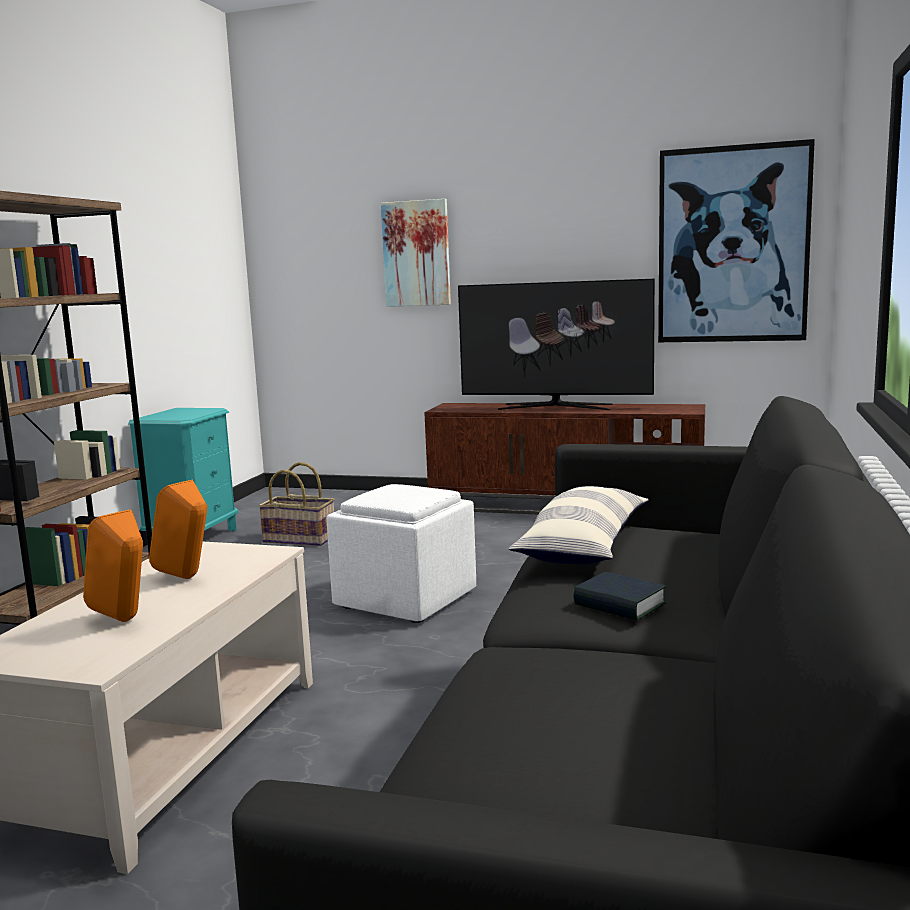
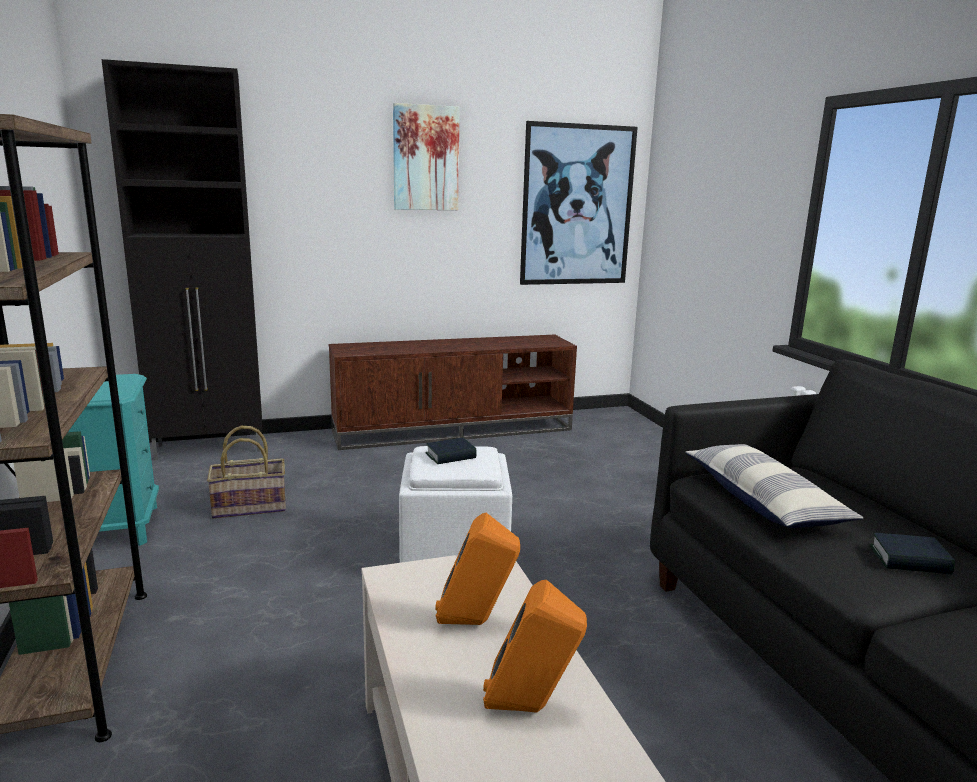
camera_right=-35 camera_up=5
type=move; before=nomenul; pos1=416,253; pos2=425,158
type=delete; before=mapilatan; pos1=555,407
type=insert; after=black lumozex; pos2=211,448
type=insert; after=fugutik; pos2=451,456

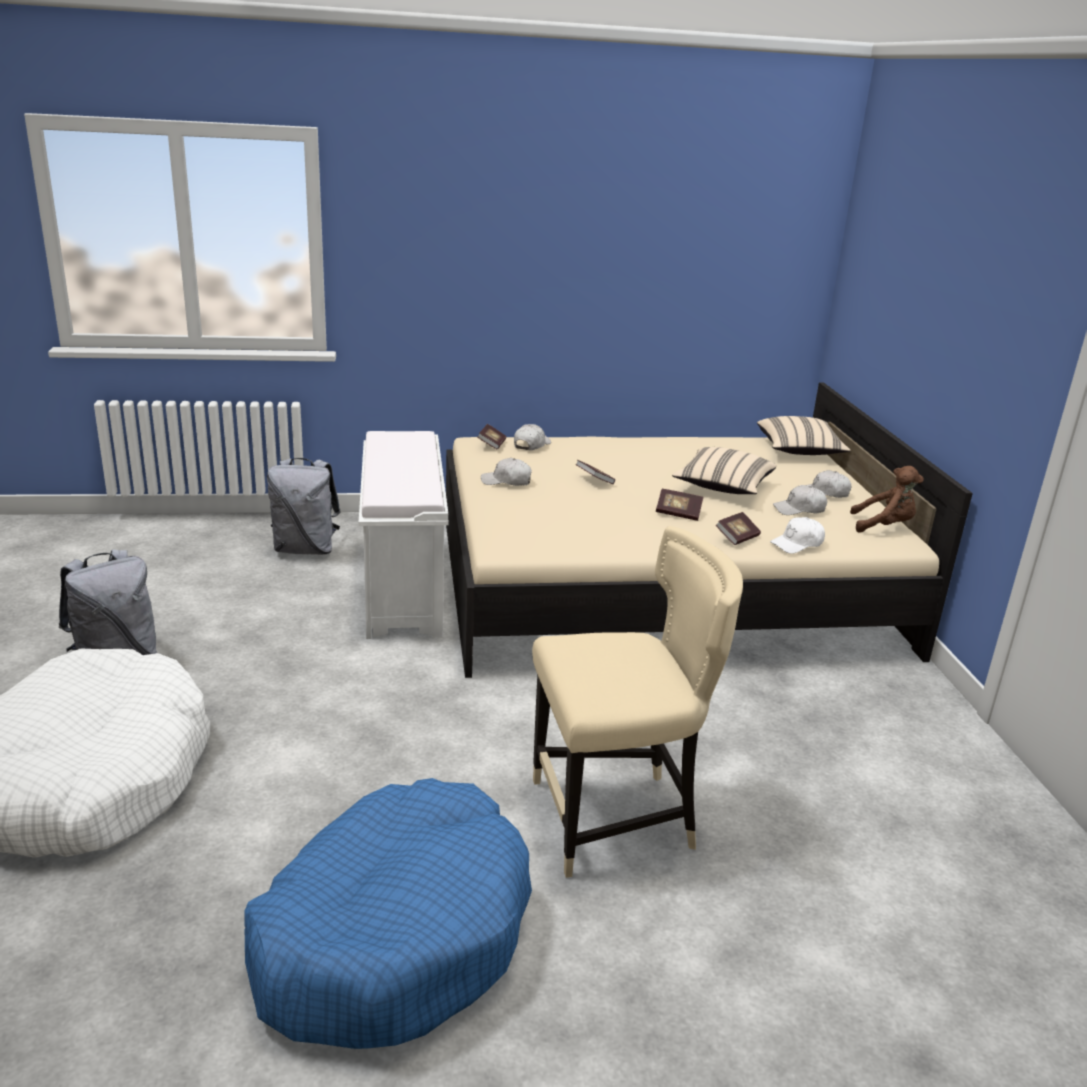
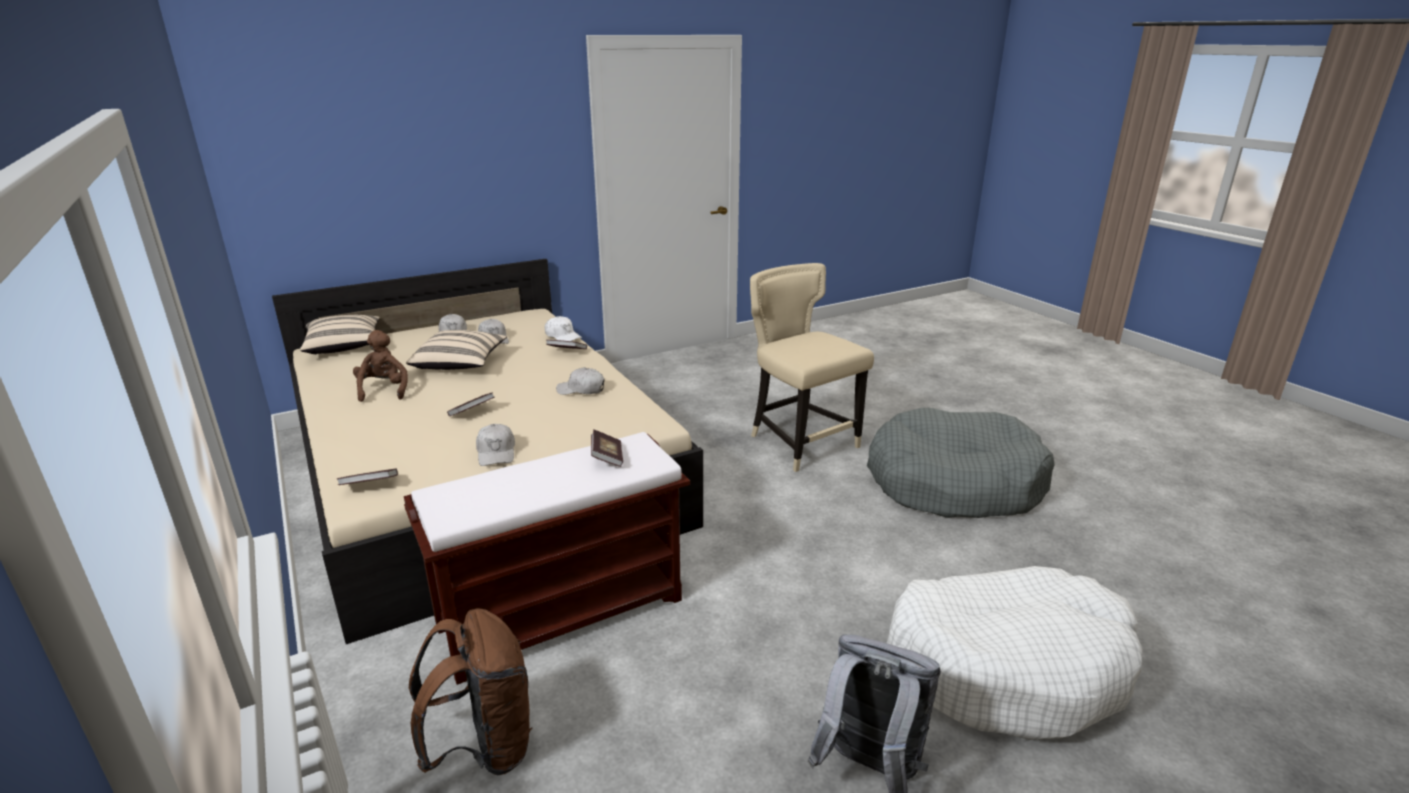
camera_right=-110 camera_up=0
type=move; before=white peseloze; pos1=531,445; pos2=581,390
type=recolor; before=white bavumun; after=brown bavumun; pos1=404,589; pos2=564,612
type=recolor; before=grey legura; after=brown legura; pos1=306,549; pos2=484,747
type=move; before=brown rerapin; pos1=884,526; pos2=384,390
type=move; before=fugutik; pos1=678,513; pos2=607,458
type=recolor; before=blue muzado; after=grey muzado; pos1=393,933; pos2=953,483

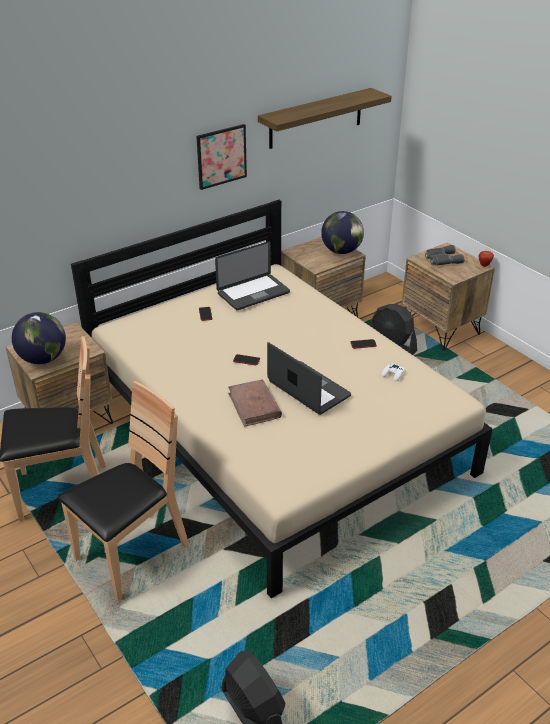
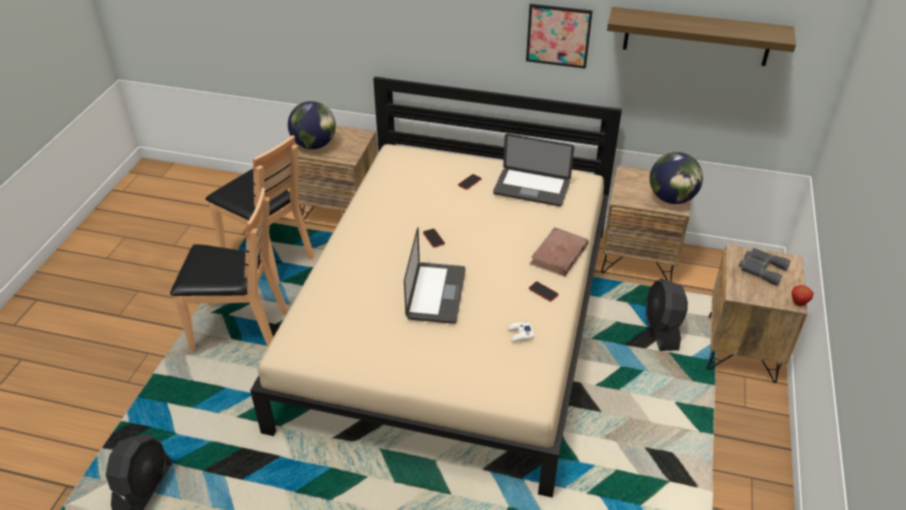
camera_right=50 camera_up=5
type=move; before=brown fugutik; pos1=254,405; pos2=559,255

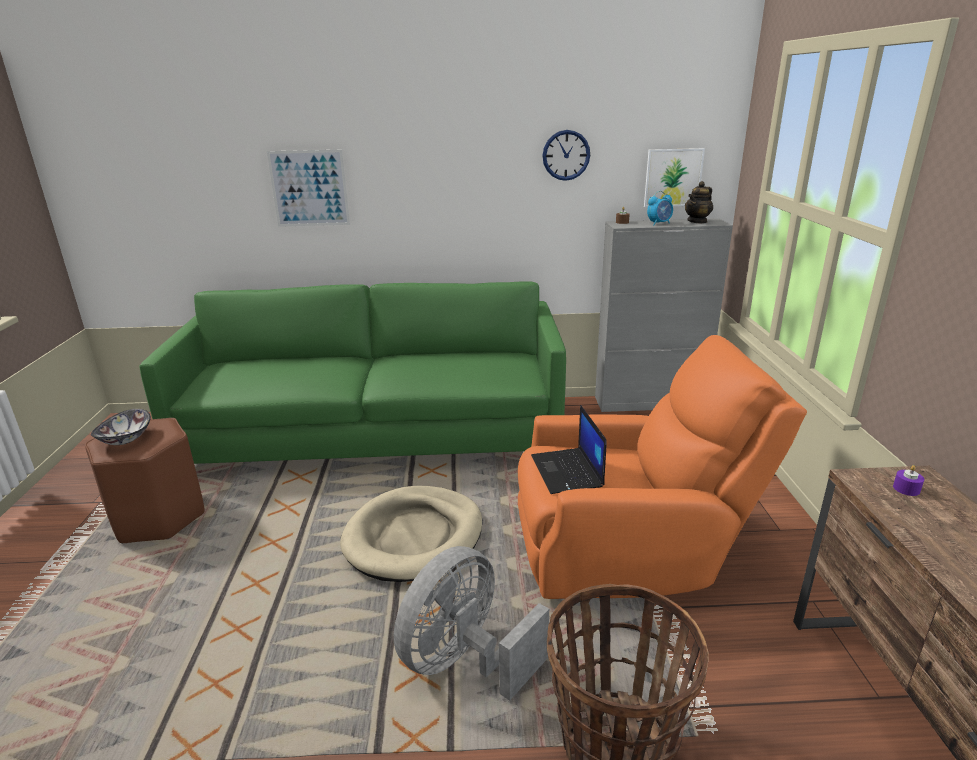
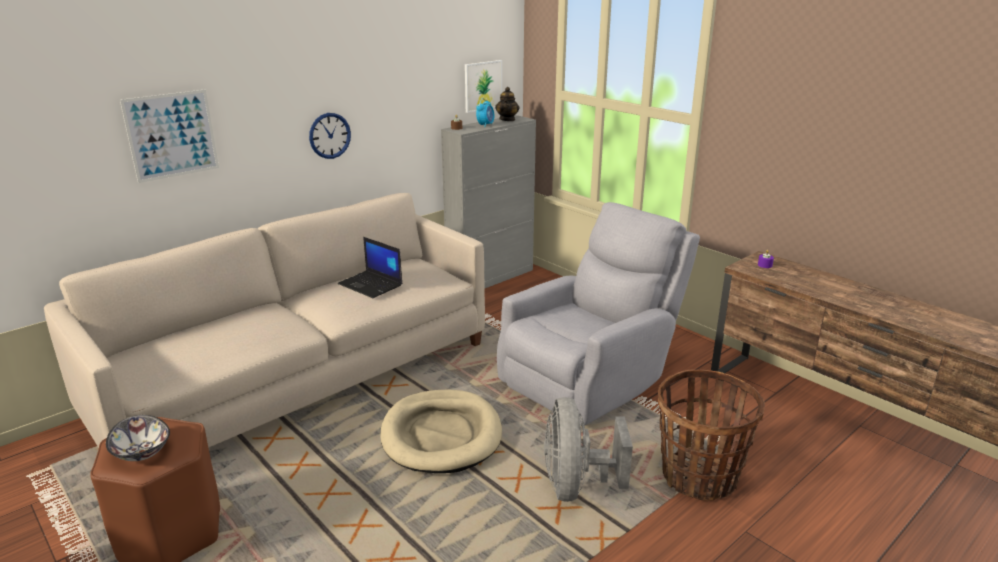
camera_right=-40 camera_up=0
type=move; before=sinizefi; pos1=566,155; pos2=329,135
type=recolor; before=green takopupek; after=beige takopupek; pos1=377,436; pos2=300,379
type=recolor; before=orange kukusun; after=grey kukusun; pos1=629,549; pos2=590,377
type=move; before=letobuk; pos1=568,472; pos2=371,285

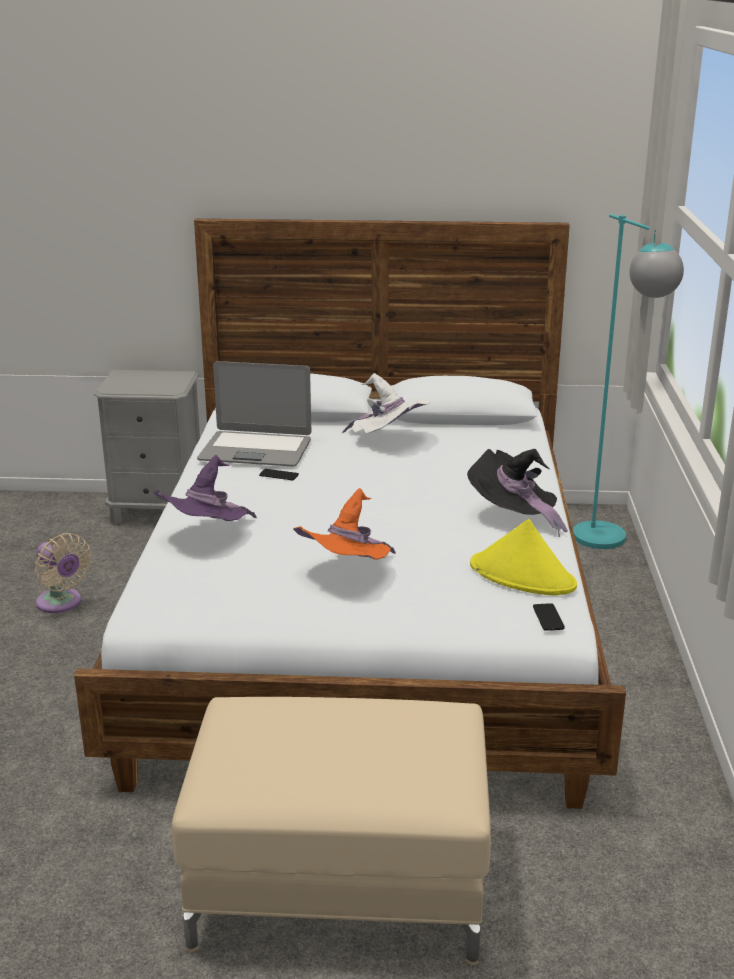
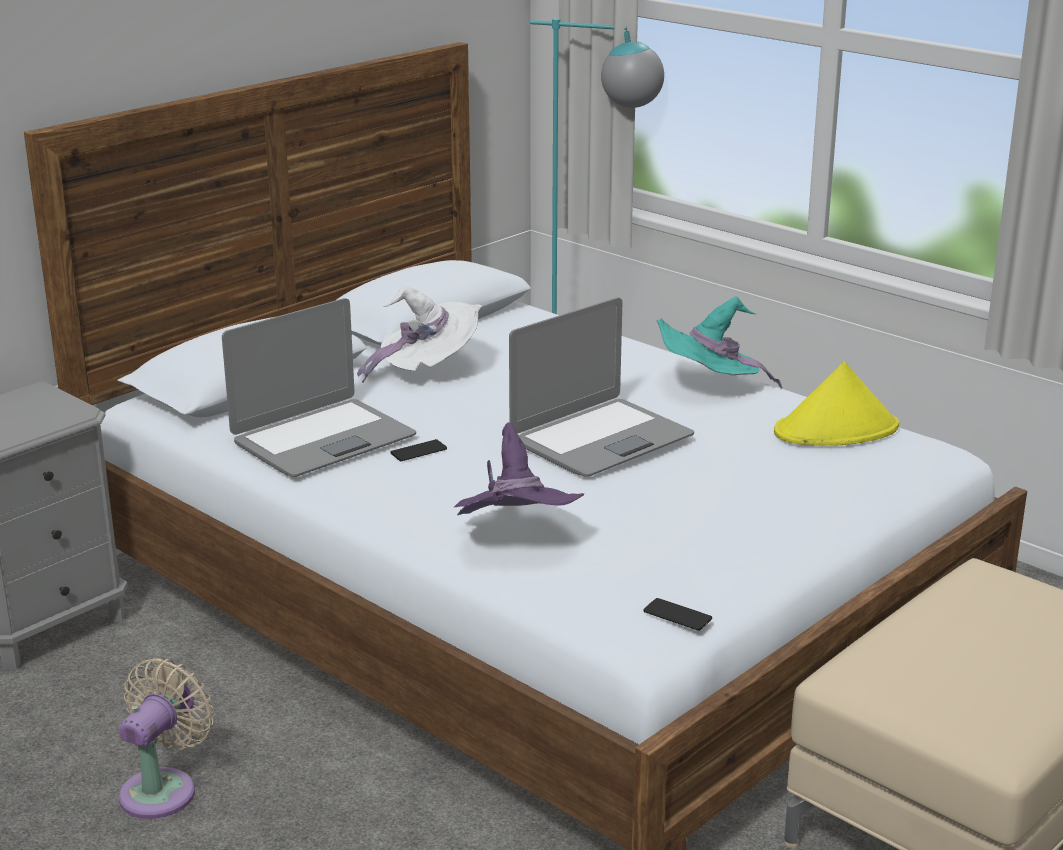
camera_right=-50 camera_up=0
type=recolor; before=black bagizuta; after=turquoise bagizuta; pos1=513,517; pos2=710,389
type=delete; before=orange bagizuta; pos1=347,574
type=rotate; before=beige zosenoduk; pos1=61,603; pos2=163,789; turn=-60
type=move; before=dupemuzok; pos1=548,617; pos2=677,615
type=insert; after=letobuk; pos2=600,439

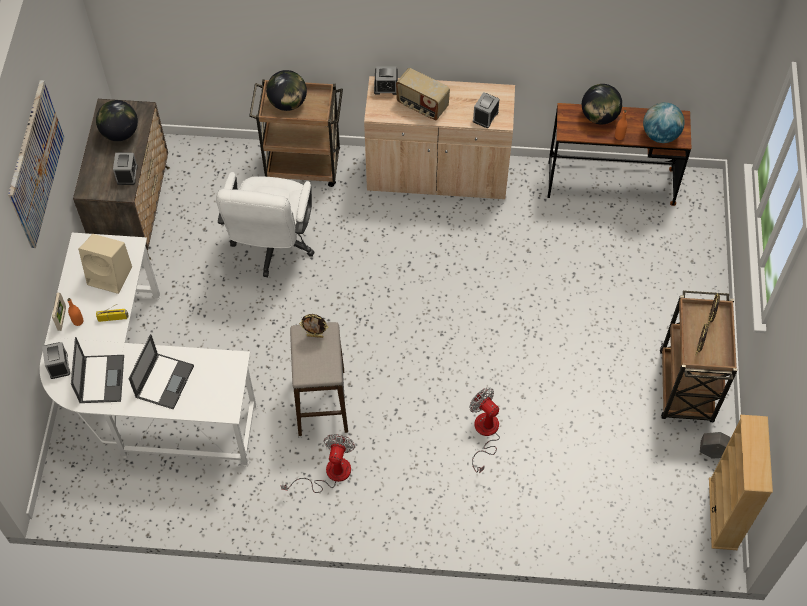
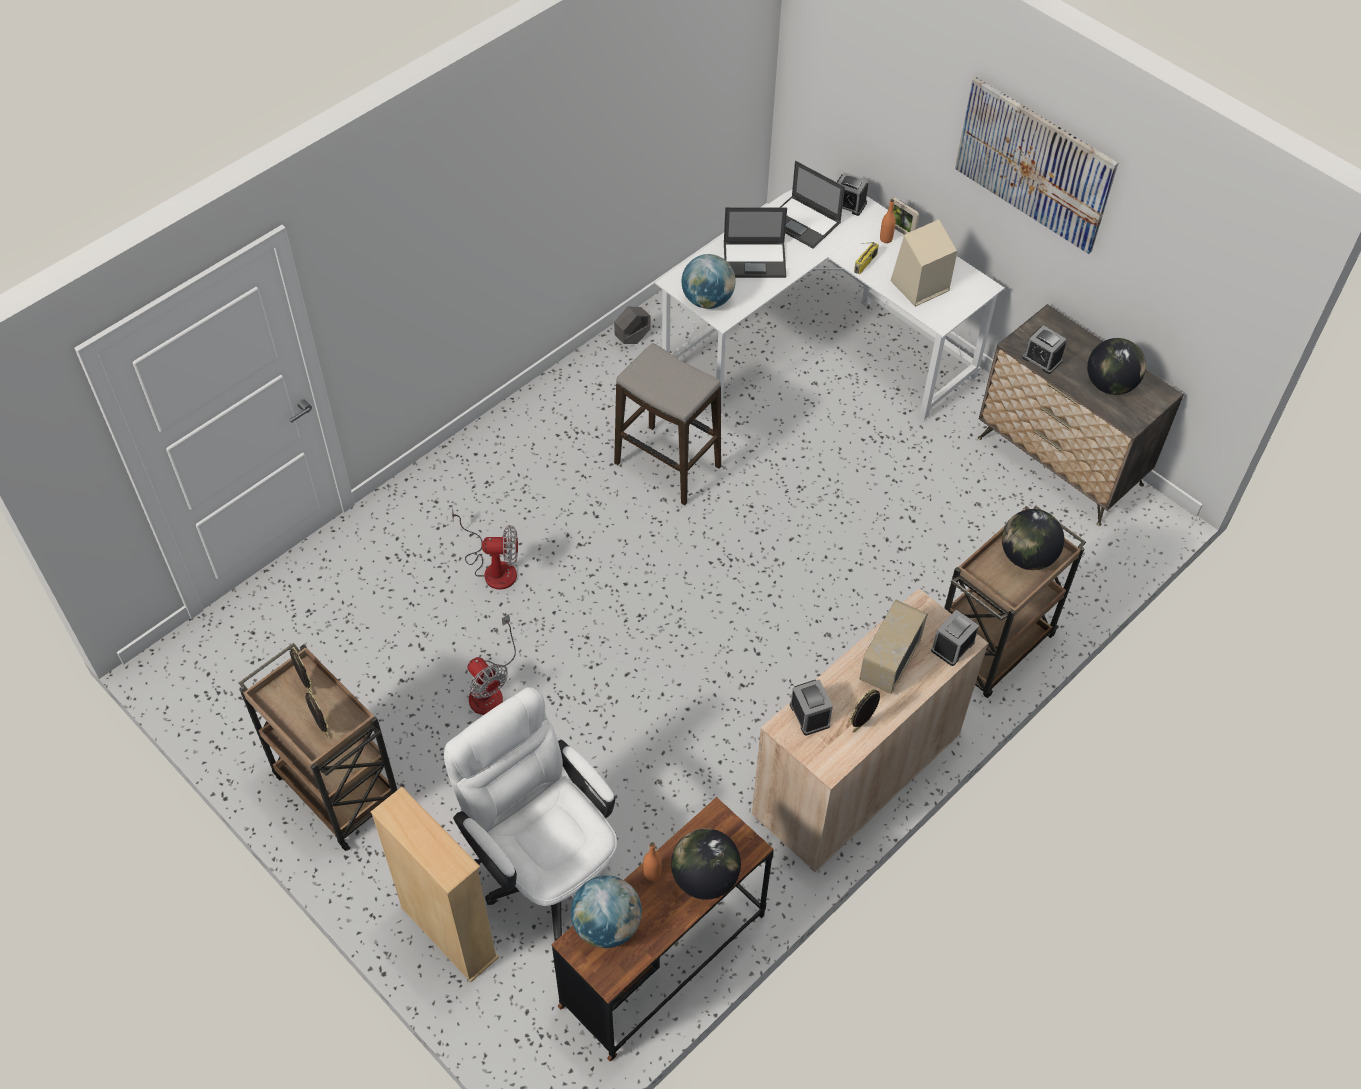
camera_right=130 camera_up=-5
type=rotate; before=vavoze; pos1=422,106; pos2=888,661; turn=-45
type=move; before=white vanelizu; pos1=272,246; pos2=545,867
type=move; before=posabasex; pos1=315,336; pos2=861,726
type=rotate; before=letobuk; pos1=164,380; pos2=755,260; turn=-60
type=move; before=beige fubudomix; pos1=723,513; pos2=449,932
type=move; before=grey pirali; pos1=712,452; pos2=632,339
type=move; before=zosenoduk; pos1=329,474; pos2=490,688
type=insert; after=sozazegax; pos2=708,300

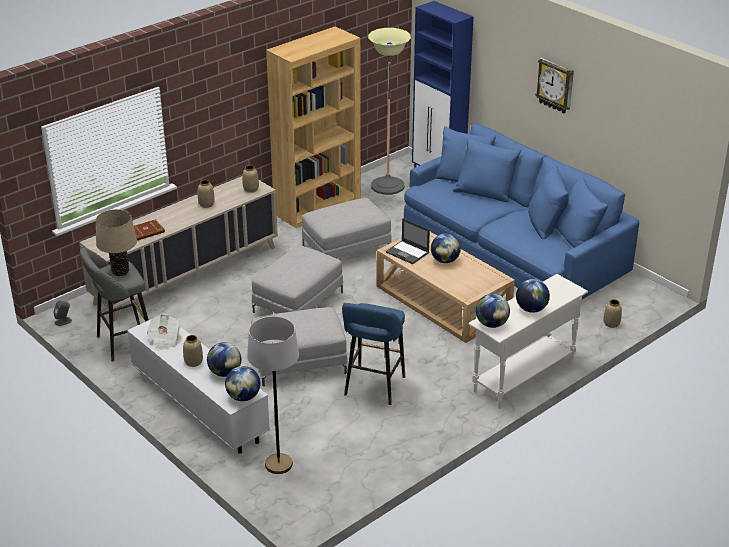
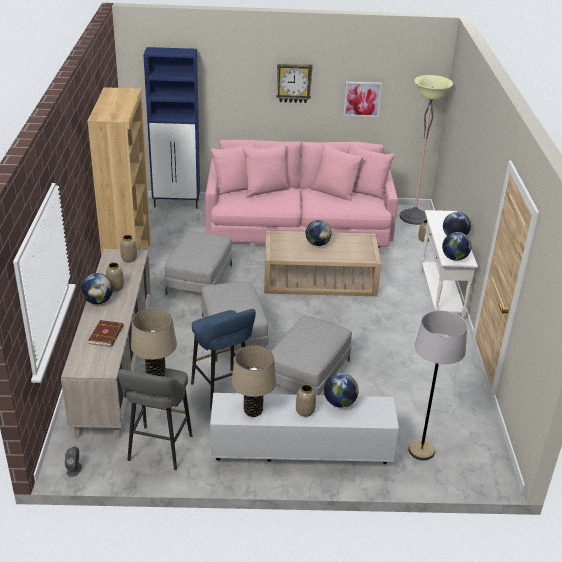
camera_right=-50 camera_up=0
type=move; before=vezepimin; pos1=387,186; pos2=414,217
type=recolor; before=blue takopupek; after=pink takopupek; pos1=512,248; pos2=298,224
type=delete; before=letobuk; pos1=408,252
type=move; before=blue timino; pos1=373,388; pos2=223,391
type=replace; before=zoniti; after=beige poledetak; pos1=164,340; pos2=253,411
type=move; before=sozazegax; pos1=243,397; pos2=98,301
type=insert; after=nomenul; pos2=362,99

